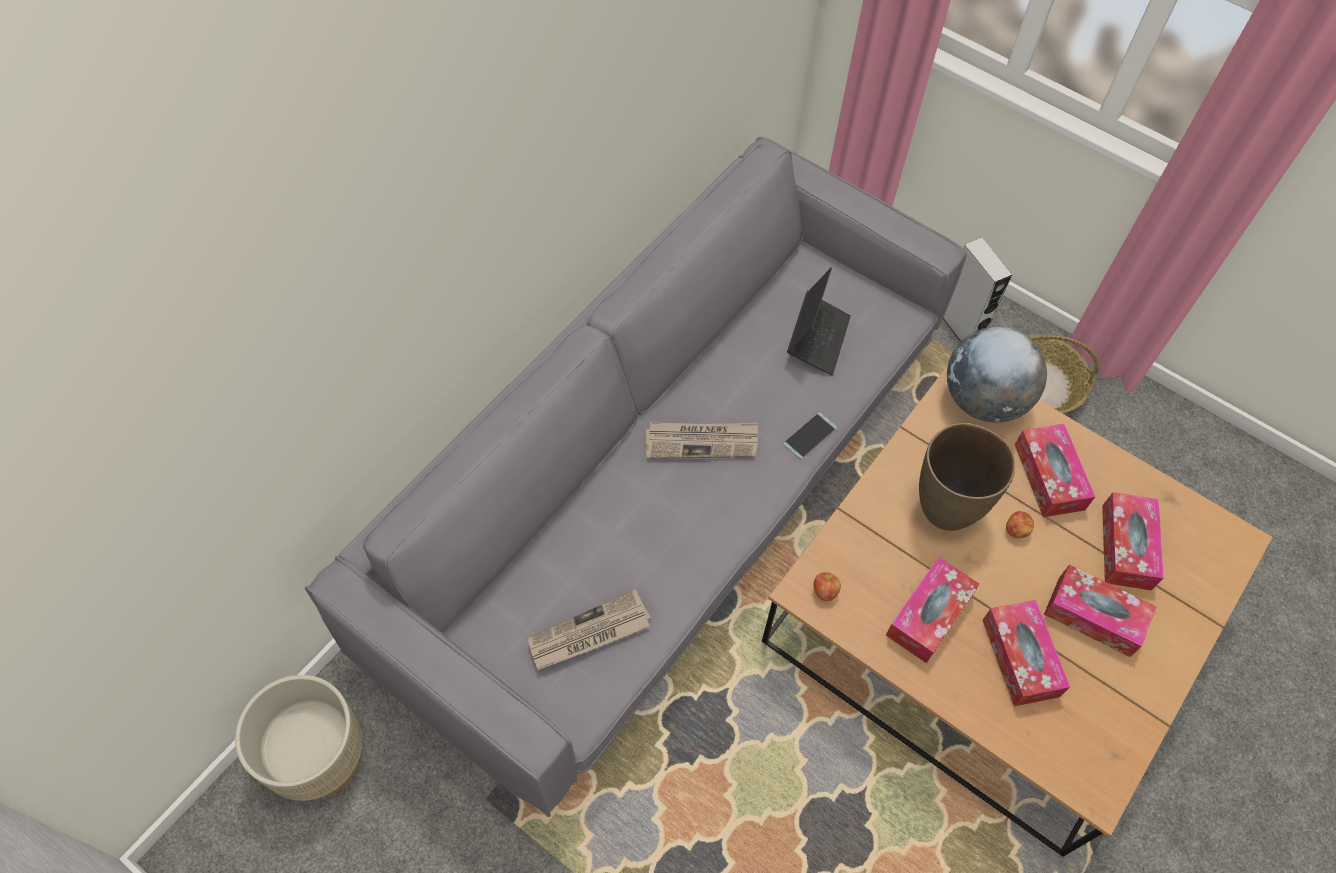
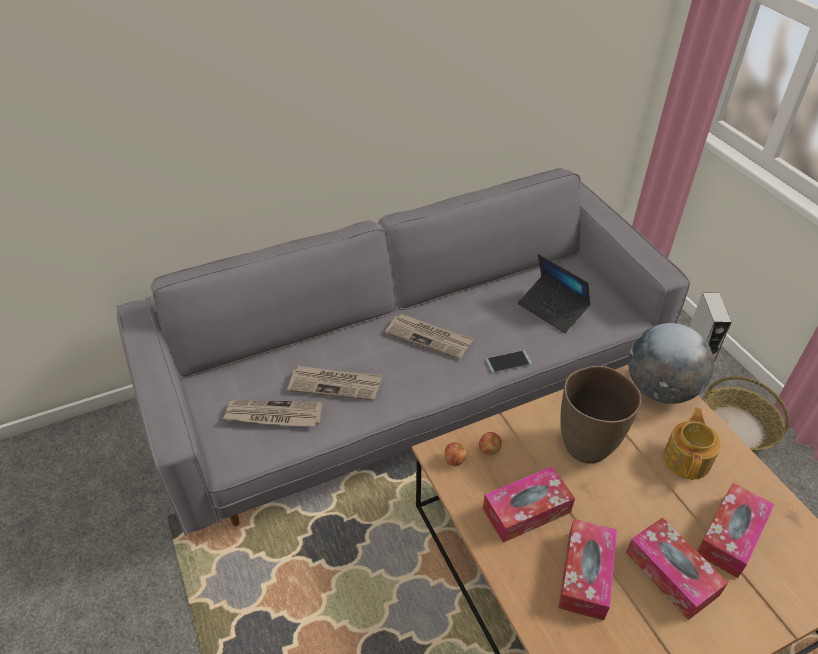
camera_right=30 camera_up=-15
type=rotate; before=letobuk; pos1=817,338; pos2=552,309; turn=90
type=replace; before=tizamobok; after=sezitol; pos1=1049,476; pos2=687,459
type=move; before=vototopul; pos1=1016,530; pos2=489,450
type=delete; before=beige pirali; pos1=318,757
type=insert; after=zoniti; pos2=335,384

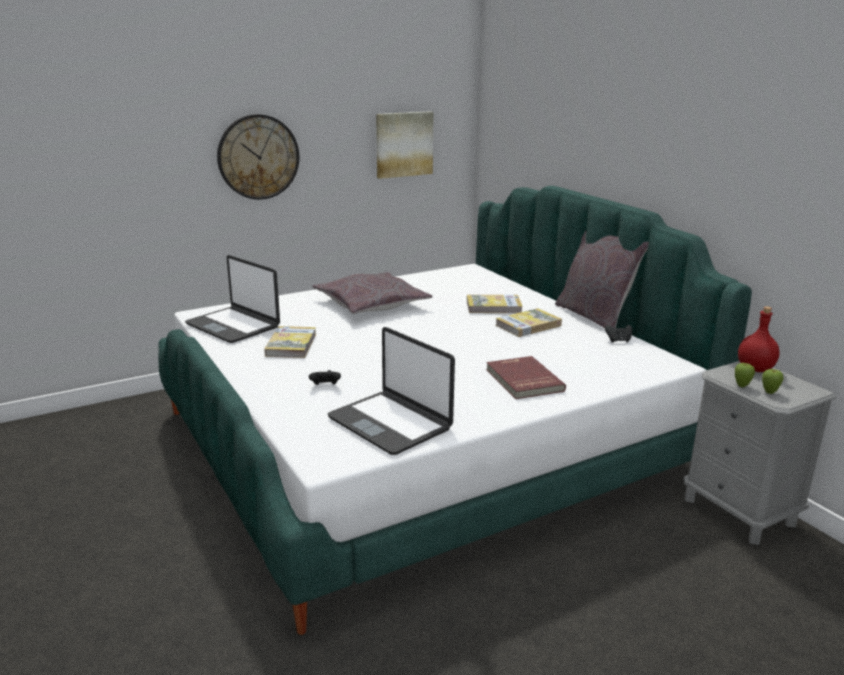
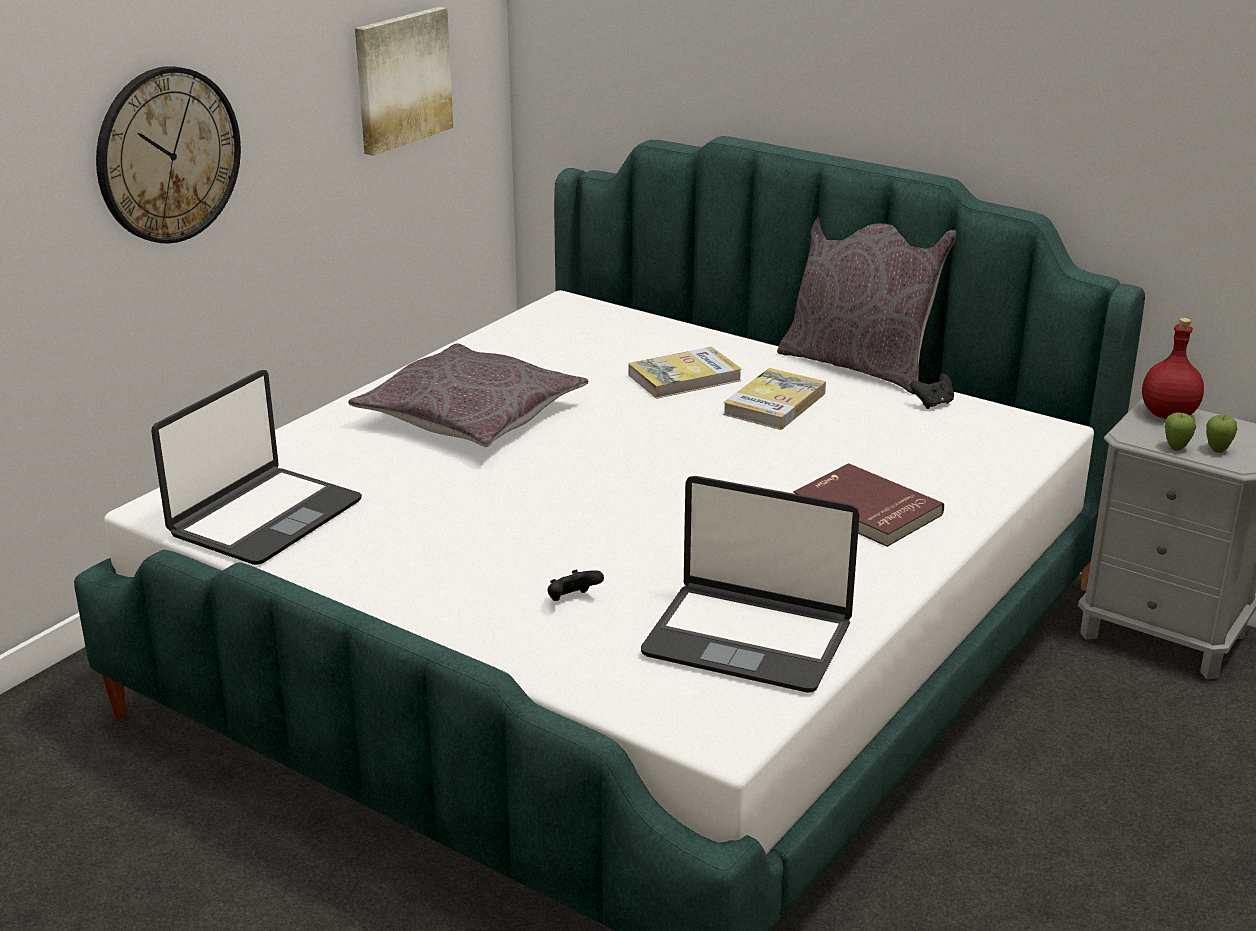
camera_right=-25 camera_up=5
type=rotate; before=letobuk; pos1=233,325; pos2=264,518; turn=-75
type=delete; before=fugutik; pos1=291,345

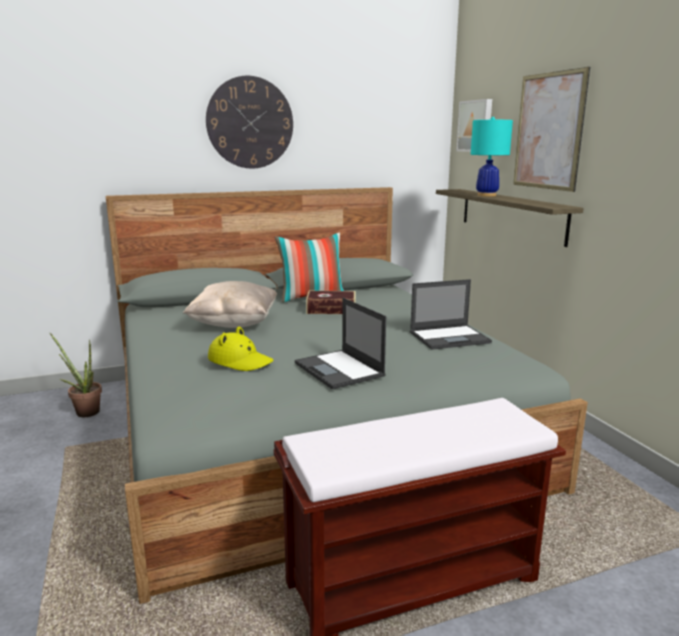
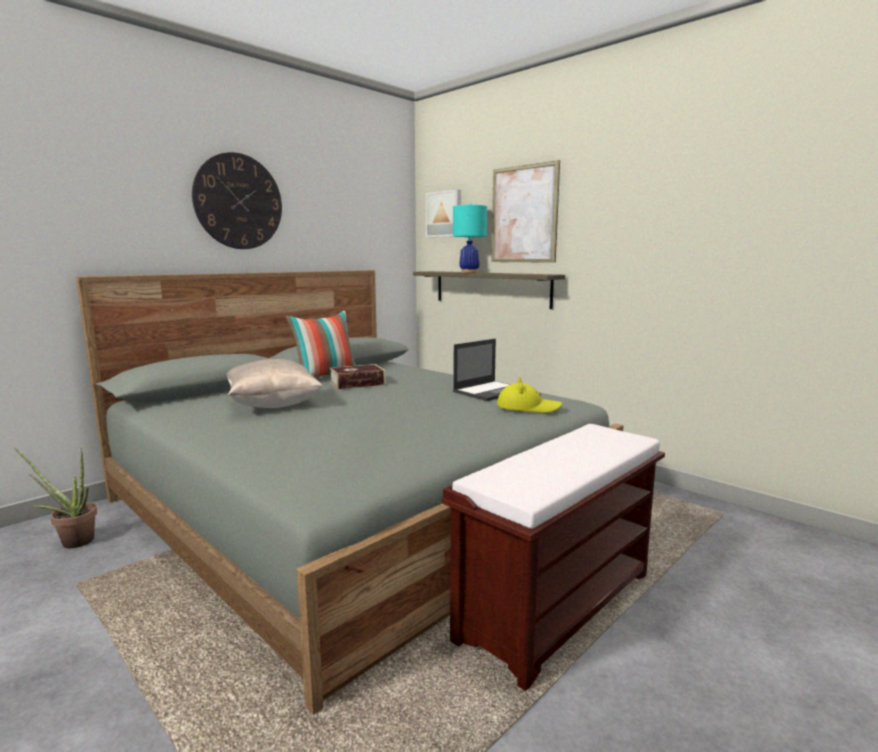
camera_right=-25 camera_up=-5
type=delete; before=letobuk; pos1=340,370
type=move; before=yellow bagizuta; pos1=240,361; pos2=528,407

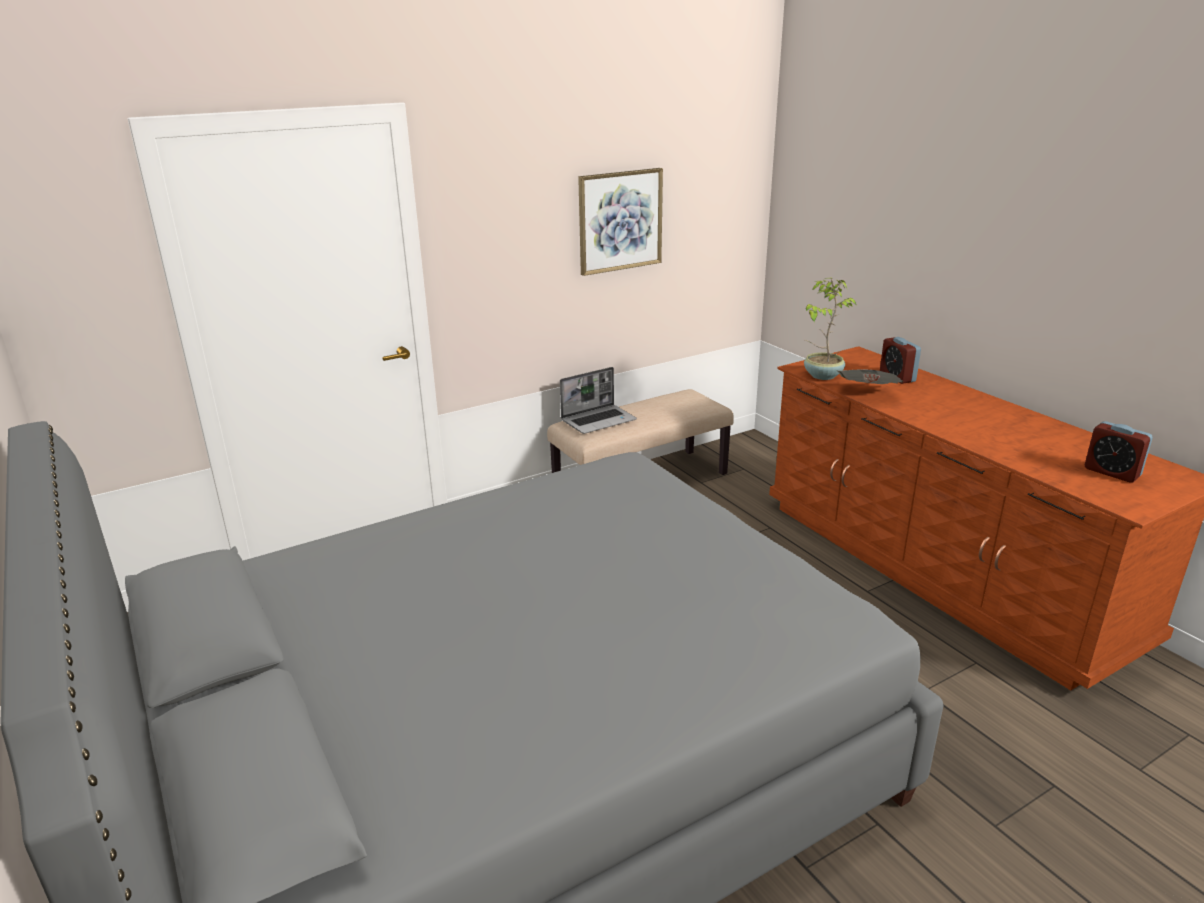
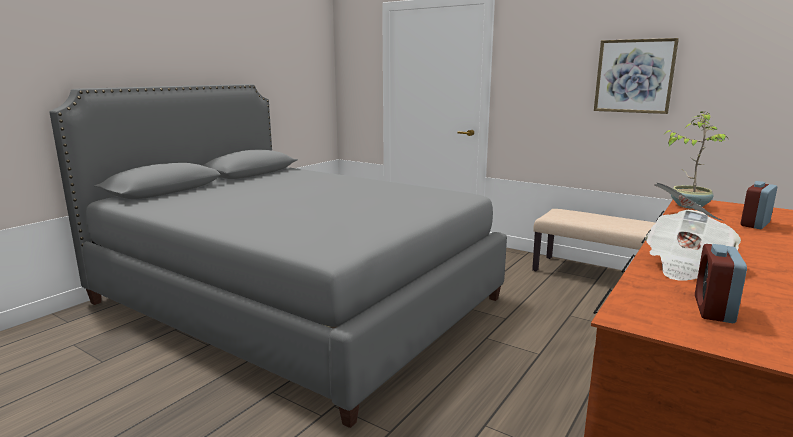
camera_right=65 camera_up=-10
type=delete; before=letobuk; pos1=599,420
type=insert; after=zoniti; pos2=686,267

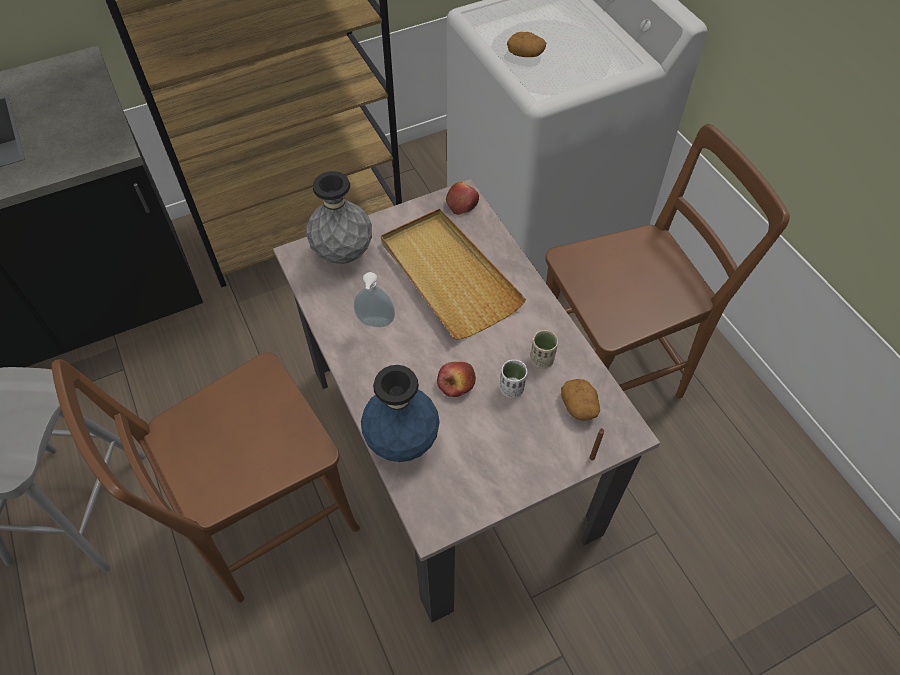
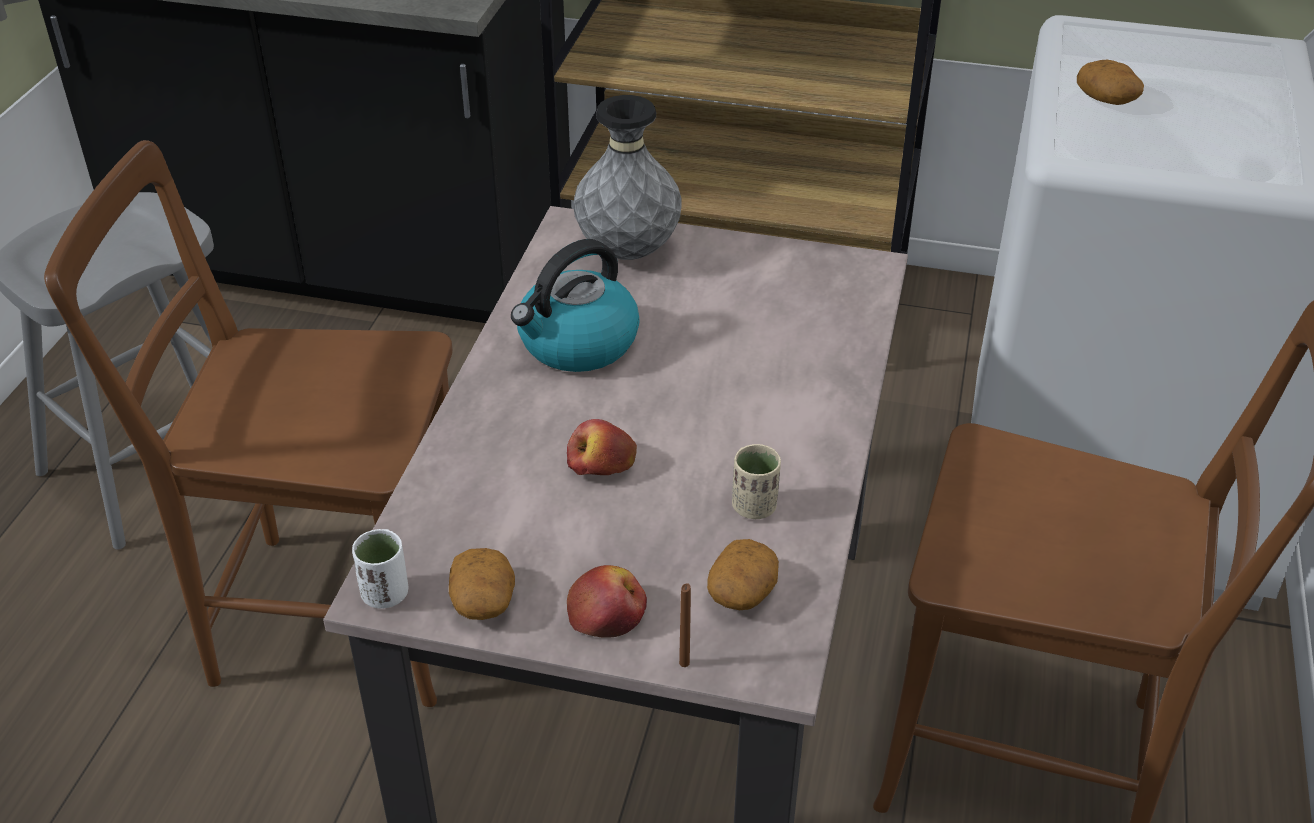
camera_right=40 camera_up=-15
type=move; before=vototopul; pos1=462,202; pos2=607,613
type=delete; before=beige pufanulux; pos1=448,275
type=replace; before=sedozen; after=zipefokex; pos1=375,324; pos2=577,344
type=move; before=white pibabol; pos1=511,389; pos2=385,594
type=delete; before=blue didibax; pos1=402,441
type=insert; after=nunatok; pos2=483,601

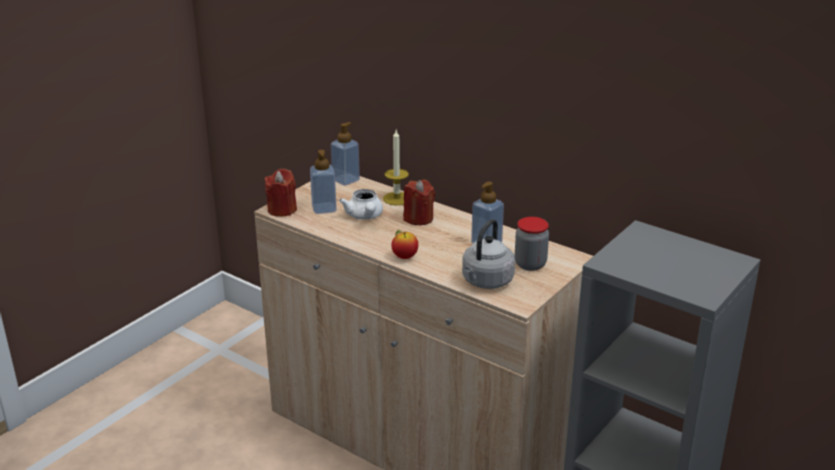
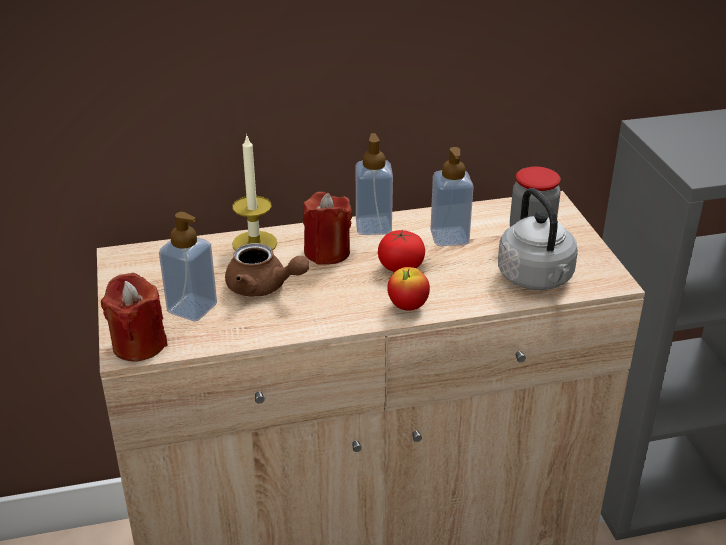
camera_right=-50 camera_up=5
type=move; before=sedozen; pos1=346,180; pos2=373,226
type=recolor; before=white sezitol; after=brown sezitol; pos1=364,216; pos2=263,287
type=insert; after=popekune; pos2=401,267

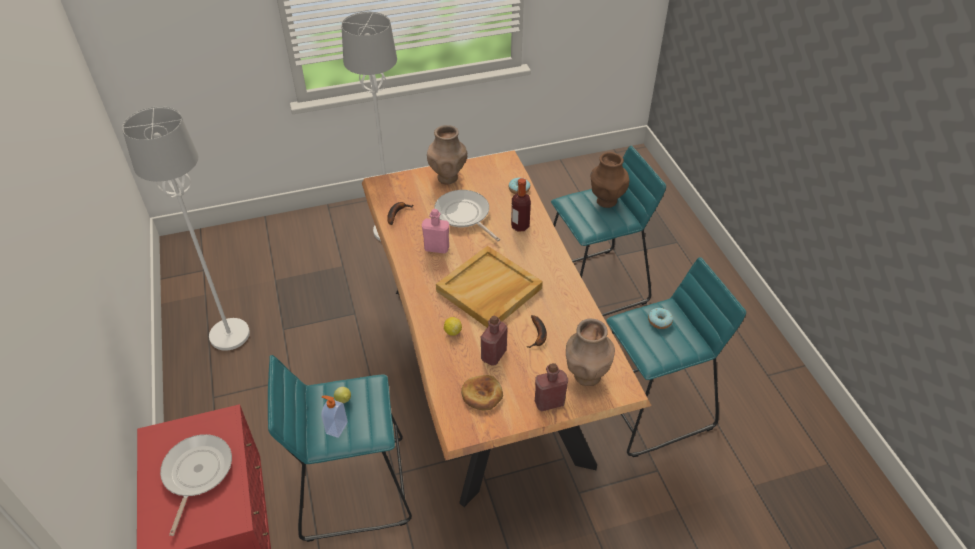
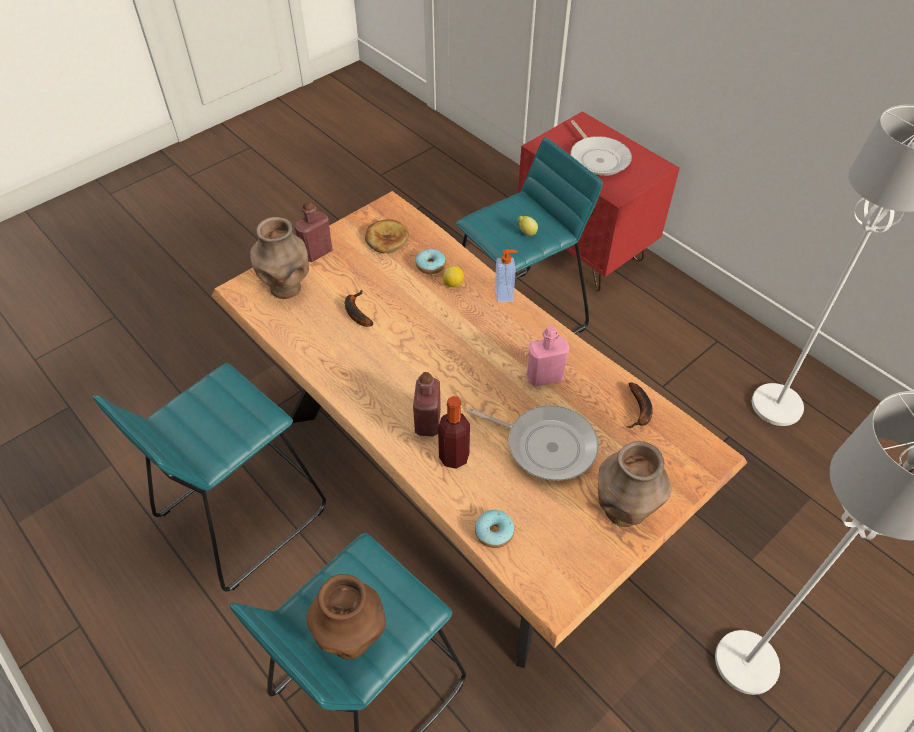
camera_right=155 camera_up=5
type=delete; before=beige pufanulux; pos1=489,290
type=move; before=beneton; pos1=659,321; pos2=430,265
type=move; before=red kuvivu; pos1=493,355; pos2=428,422
type=move; before=sedozen; pos1=336,428; pos2=504,294

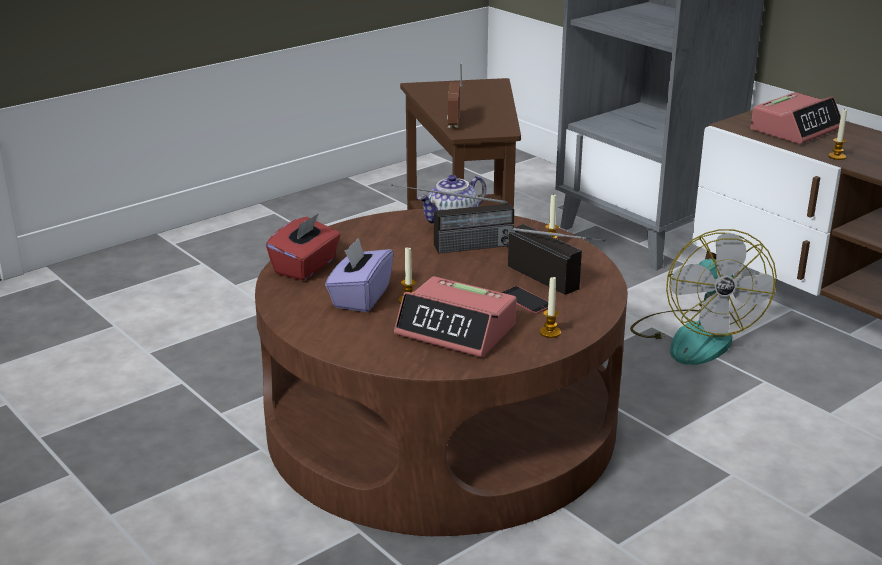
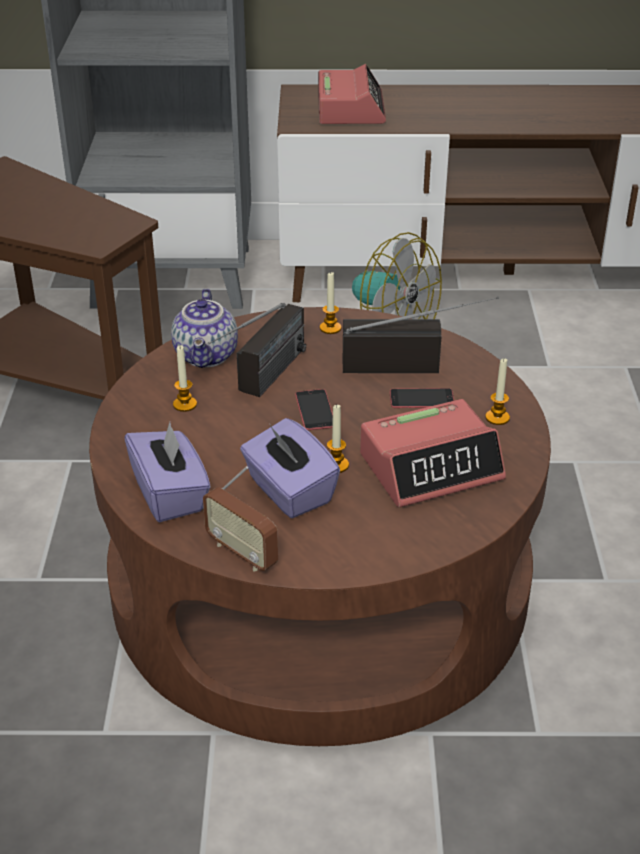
camera_right=-50 camera_up=10
type=move; before=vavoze; pos1=454,122; pos2=242,553
type=move; before=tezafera; pos1=836,156; pos2=185,404
type=recolor; before=red tizamobok; after=purple tizamobok; pos1=306,267; pos2=170,494
type=insert; after=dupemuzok; pos2=315,410

